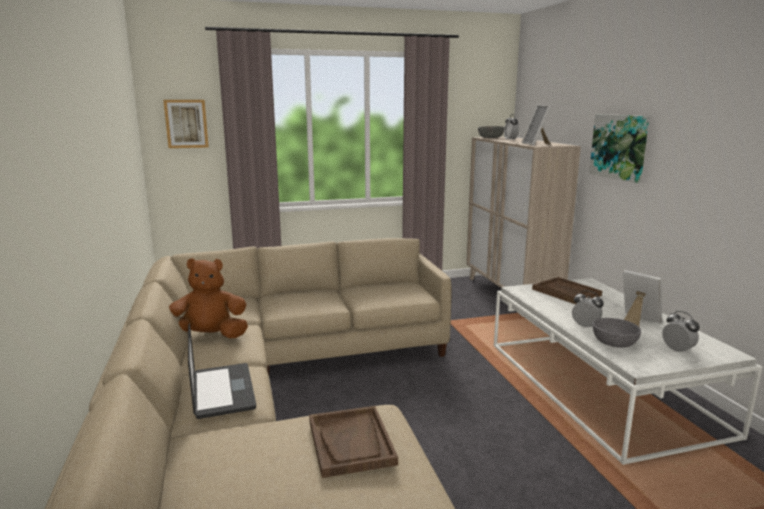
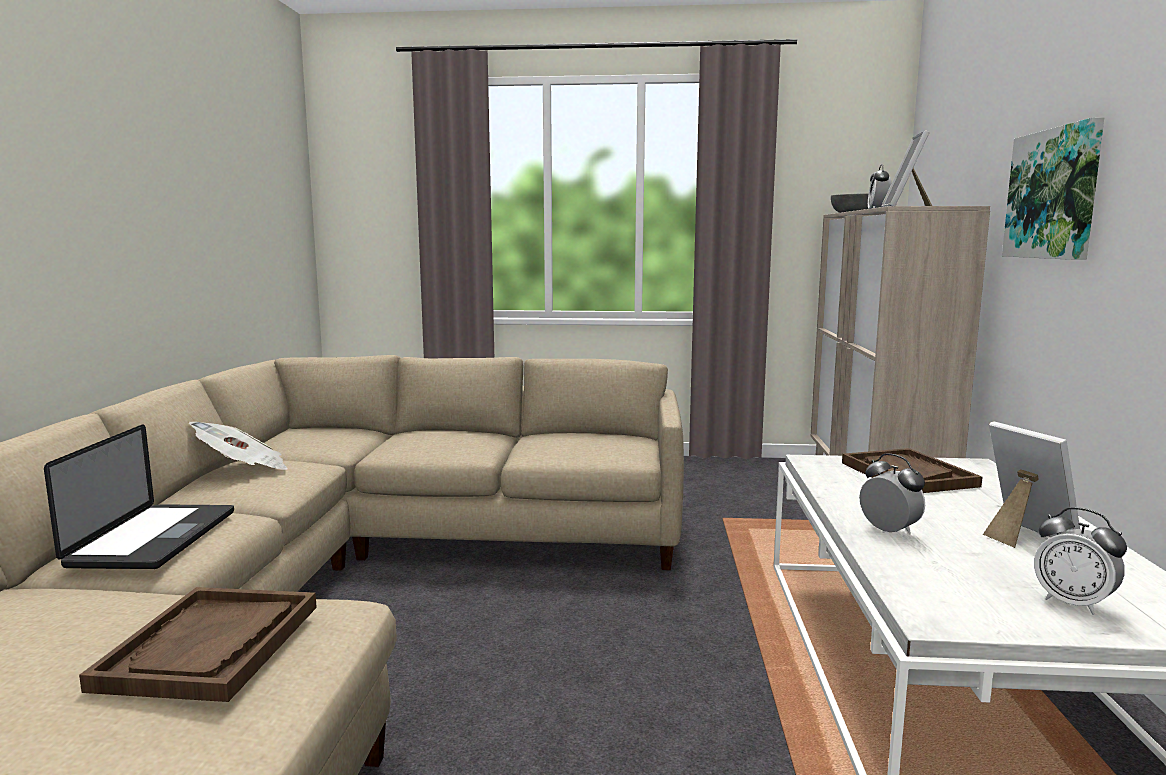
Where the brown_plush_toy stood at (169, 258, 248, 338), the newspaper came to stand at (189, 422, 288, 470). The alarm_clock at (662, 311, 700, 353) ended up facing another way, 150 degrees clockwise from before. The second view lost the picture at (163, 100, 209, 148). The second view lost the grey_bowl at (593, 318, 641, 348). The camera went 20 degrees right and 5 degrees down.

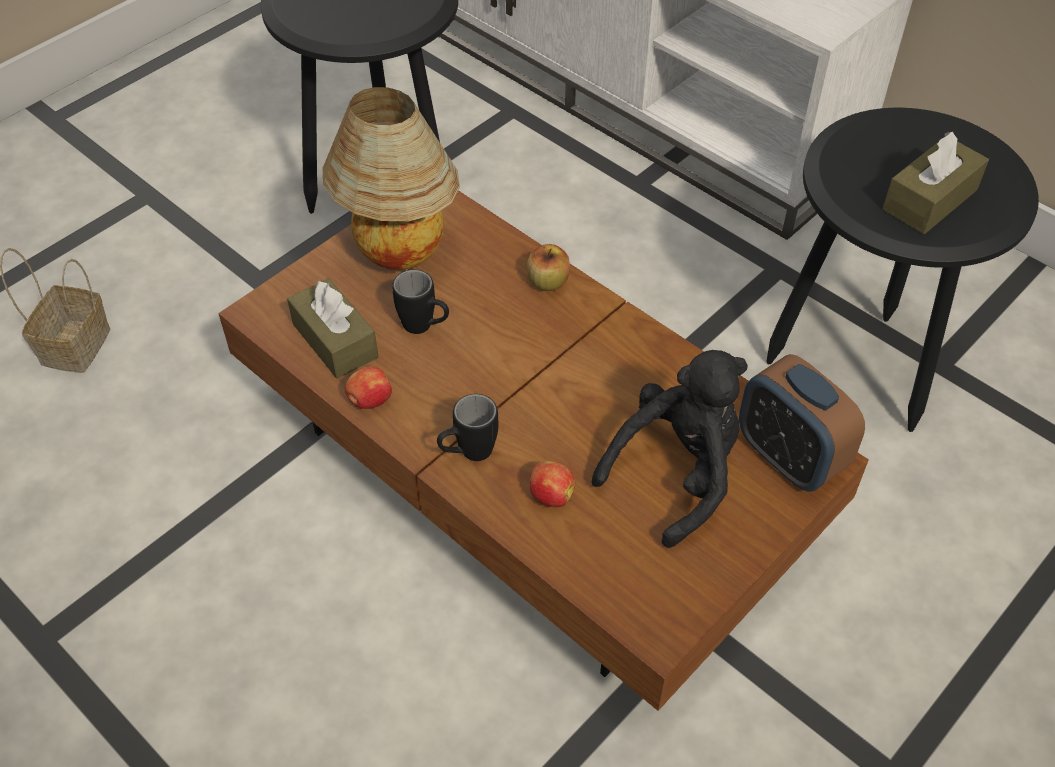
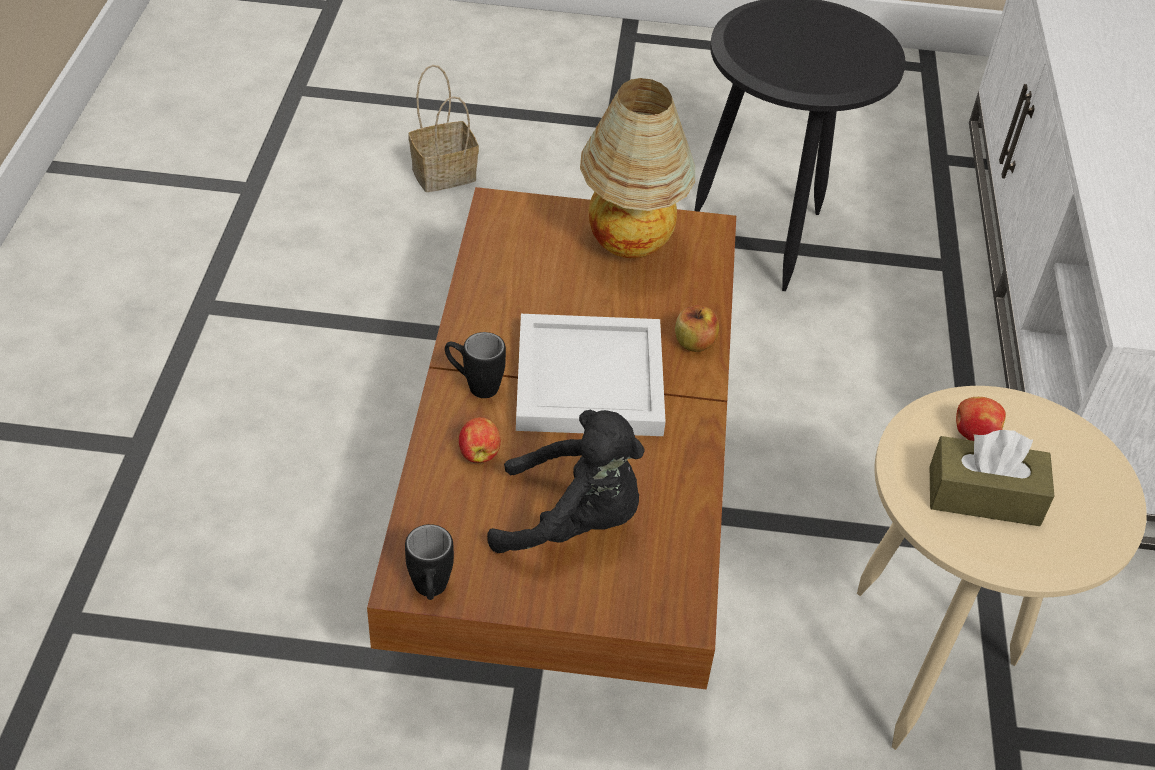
The black_mug ended up elsewhere, having gone from (392, 270, 449, 334) to (405, 524, 454, 600). The second view gained the white_tray at (516, 314, 666, 436). What was the black_side_table at (766, 108, 1039, 432) turned into the beige_side_table at (857, 386, 1147, 750). The apple ended up elsewhere, having gone from (345, 366, 392, 409) to (956, 397, 1006, 441). The second view lost the brown_tissue_box at (287, 278, 379, 379). The second view lost the alarm_clock at (739, 354, 865, 492). The camera went 50 degrees right and 5 degrees down.

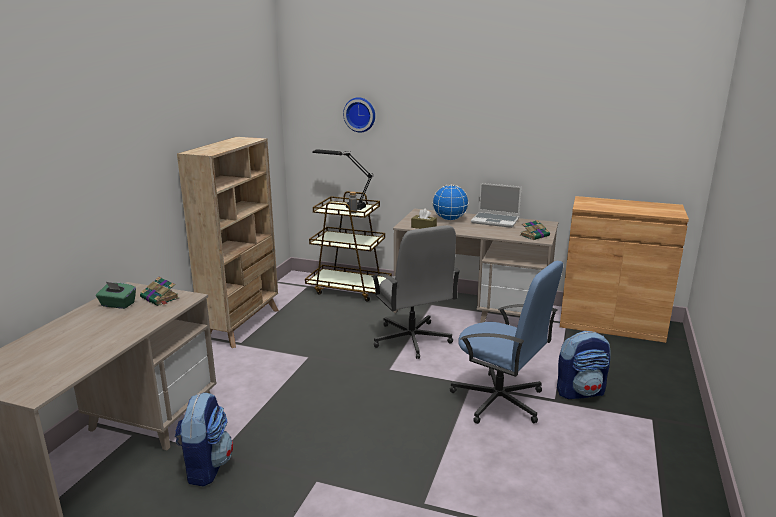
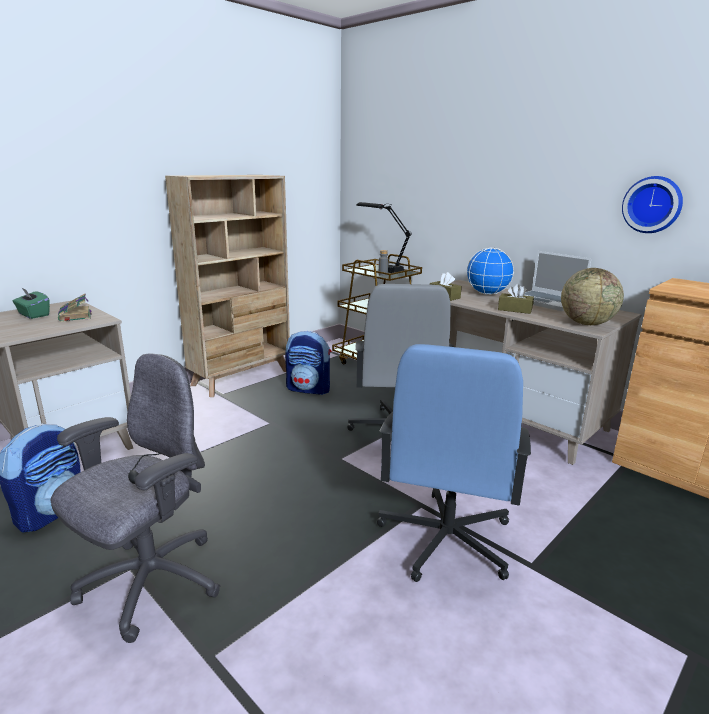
The second view gained the grey_office_chair at (51, 353, 220, 643). The backpack ended up elsewhere, having gone from (557, 331, 610, 399) to (285, 331, 332, 395). The blue_office_chair at (450, 261, 563, 424) ended up facing another way, 45 degrees clockwise from before. The second view gained the brown_tissue_box at (498, 284, 534, 314). Where the book stood at (520, 220, 550, 240), the globe came to stand at (561, 268, 624, 325). The wall_clock ended up elsewhere, having gone from (343, 97, 375, 132) to (622, 176, 683, 233). The camera went 25 degrees right and 0 degrees up.

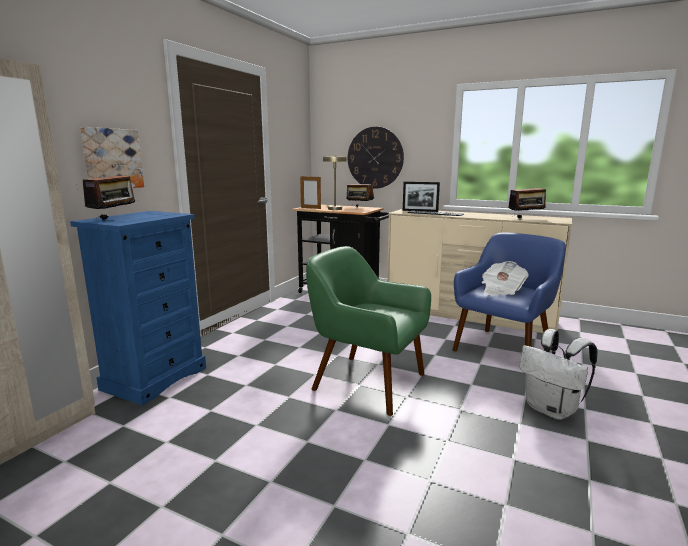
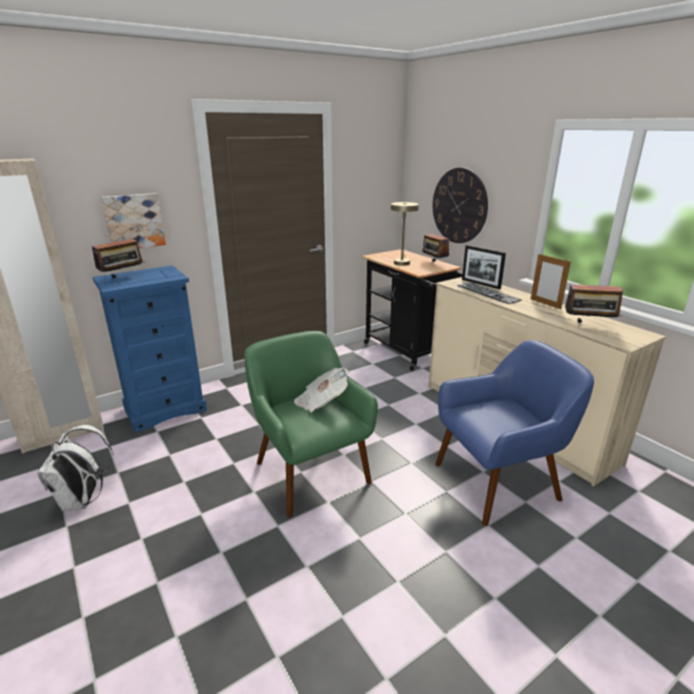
The white_backpack ended up elsewhere, having gone from (519, 329, 597, 420) to (37, 425, 114, 511). The newspaper ended up elsewhere, having gone from (482, 261, 529, 295) to (294, 368, 349, 412). The picture_frame ended up elsewhere, having gone from (300, 175, 321, 209) to (531, 253, 571, 309). The camera went 30 degrees right and 10 degrees up.

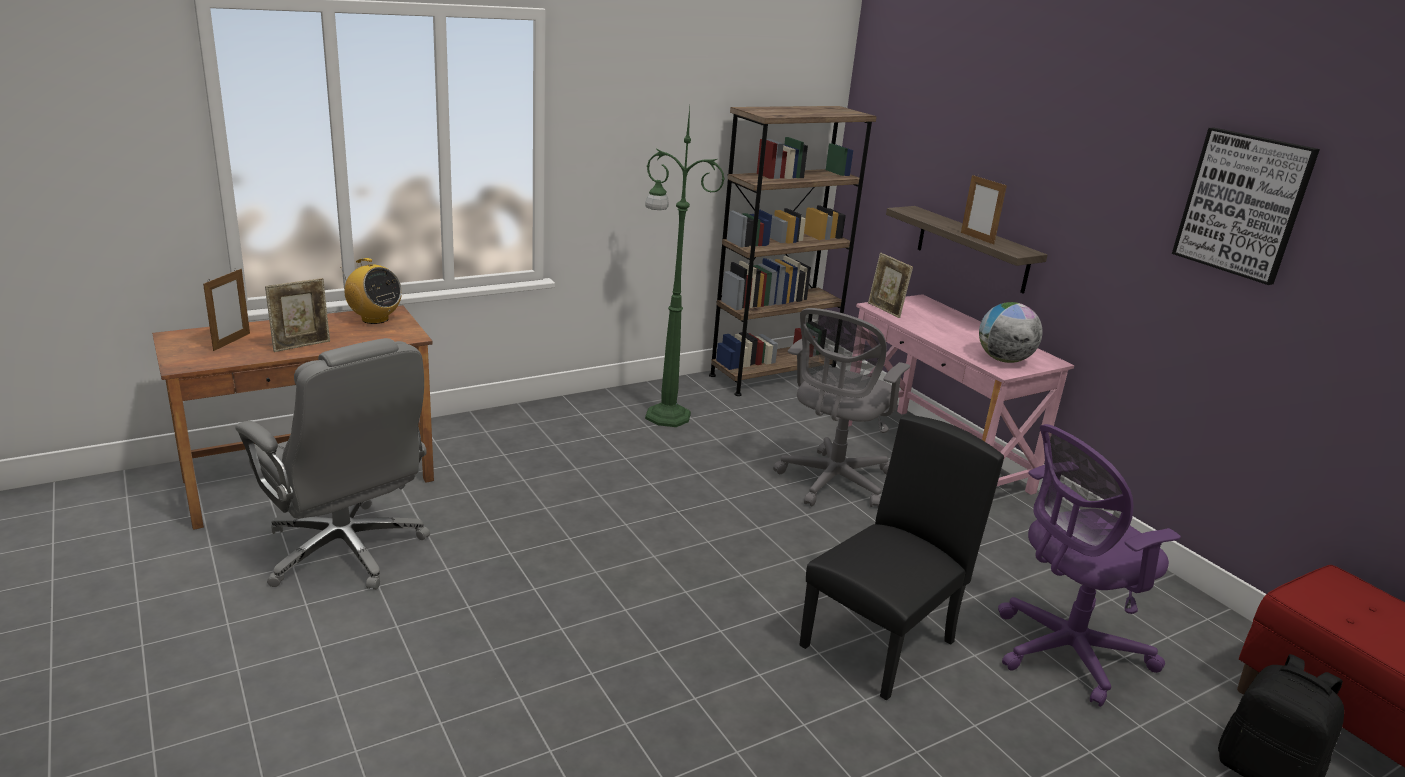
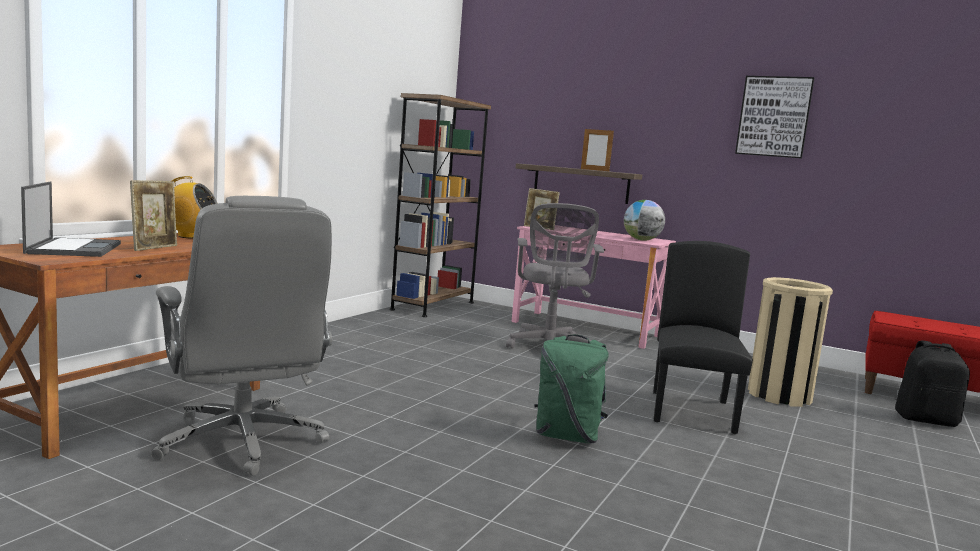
Where the picture_frame stood at (203, 268, 250, 351), the laptop came to stand at (21, 181, 121, 257). The grey_office_chair at (235, 338, 430, 590) ended up facing another way, 45 degrees clockwise from before. The second view gained the green_backpack at (534, 334, 609, 443). Where the purple_office_chair stood at (998, 424, 1181, 707), the beige_trash_can came to stand at (748, 277, 833, 407). The second view lost the green_floor_lamp at (645, 107, 725, 427). The camera went 30 degrees left and 15 degrees down.

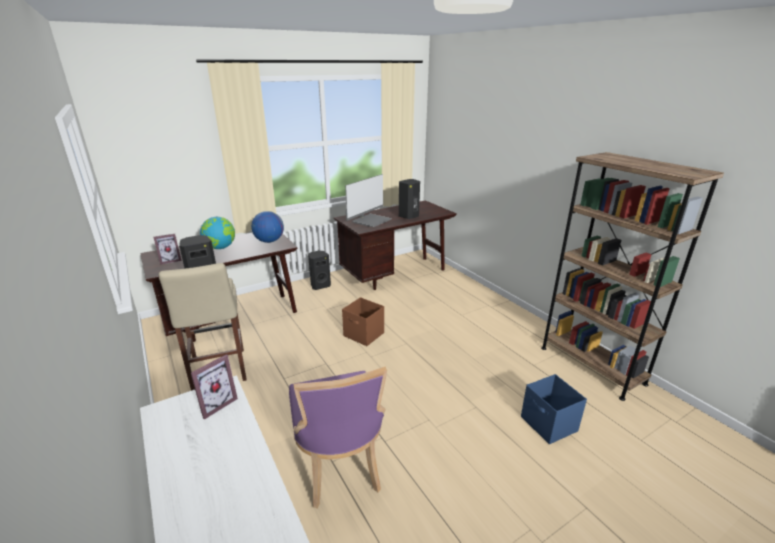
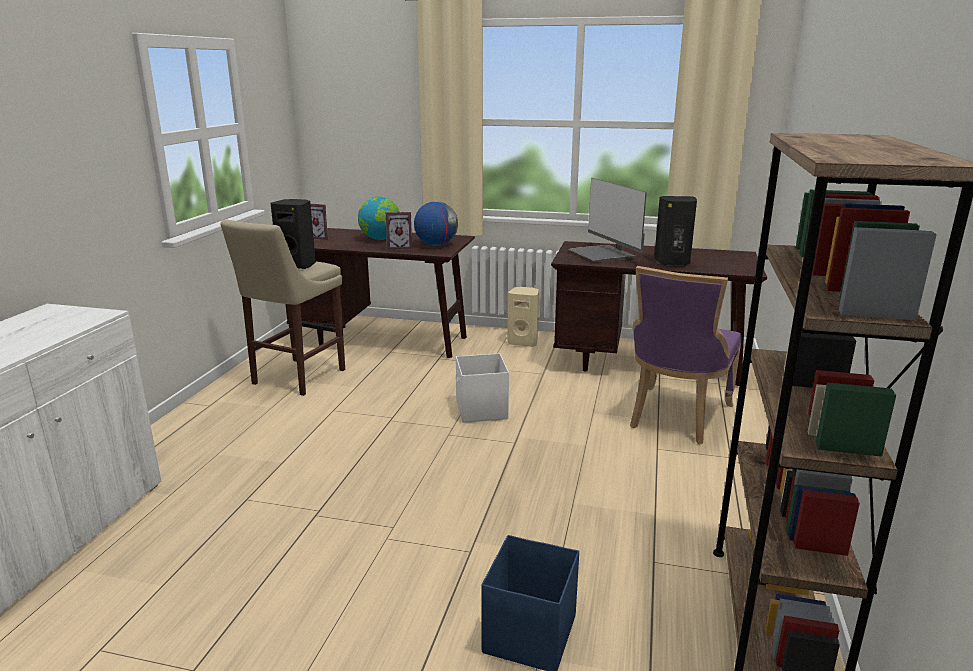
The picture_frame ended up elsewhere, having gone from (191, 354, 238, 420) to (386, 212, 412, 250). What was the brown_storage_box at (342, 297, 384, 346) turned into the white_storage_box at (456, 353, 509, 423). What was the black_speaker at (308, 251, 331, 290) turned into the beige_speaker at (507, 287, 539, 347). The monitor at (345, 174, 391, 227) ended up facing another way, 75 degrees clockwise from before. The purple_chair ended up elsewhere, having gone from (289, 367, 387, 509) to (630, 266, 741, 444). The camera went 45 degrees right and 5 degrees down.

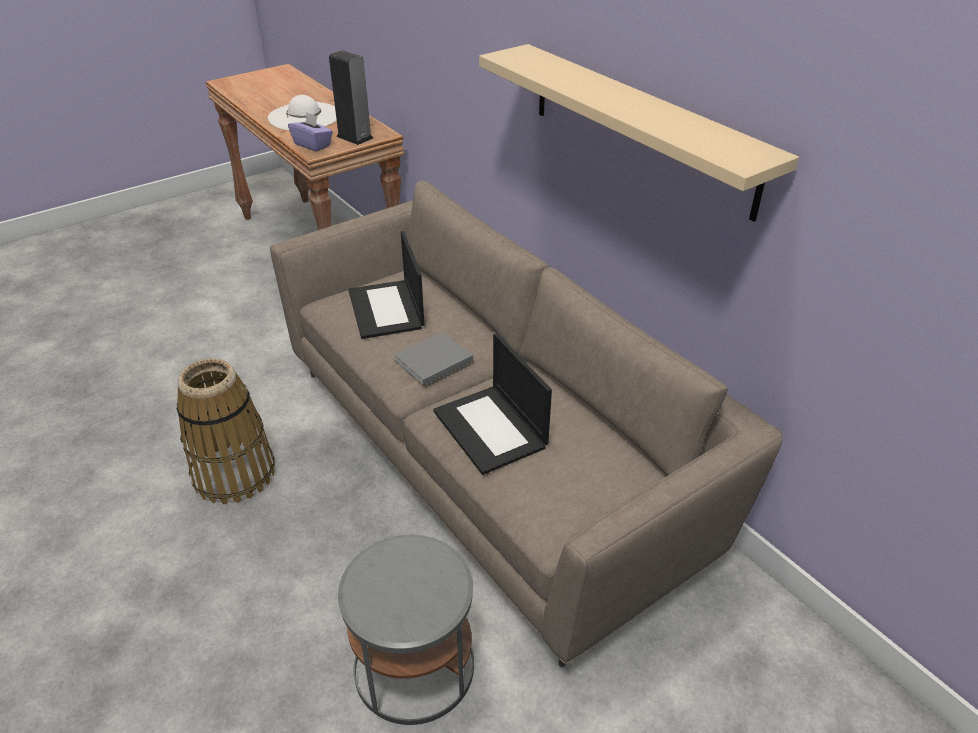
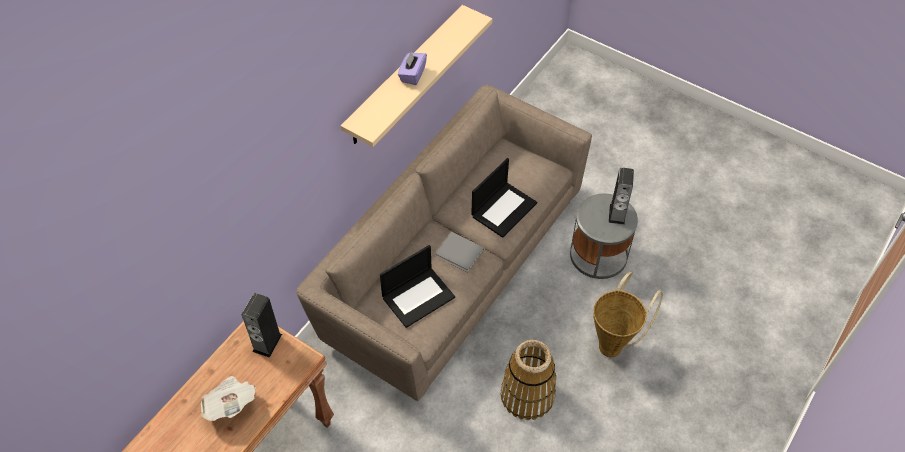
Where the white_hat stood at (268, 95, 337, 130), the newspaper came to stand at (201, 376, 256, 421). The purple_tissue_box ended up elsewhere, having gone from (288, 112, 333, 151) to (398, 51, 427, 85). The second view gained the basket at (593, 272, 663, 357). The second view gained the speaker at (609, 167, 634, 225). The camera went 110 degrees left and 15 degrees up.

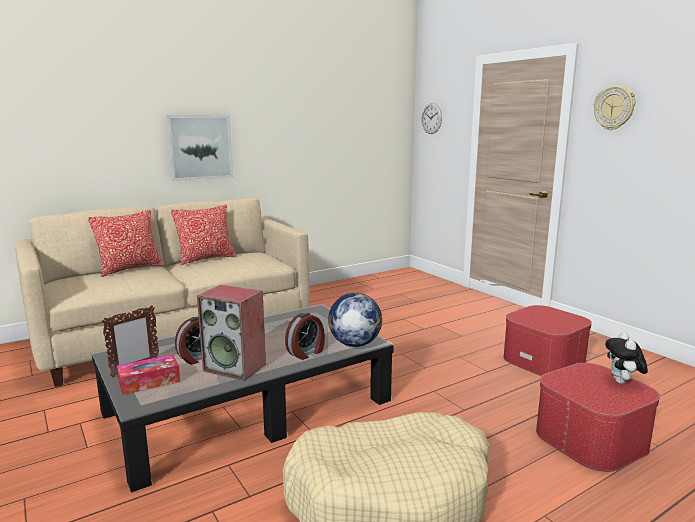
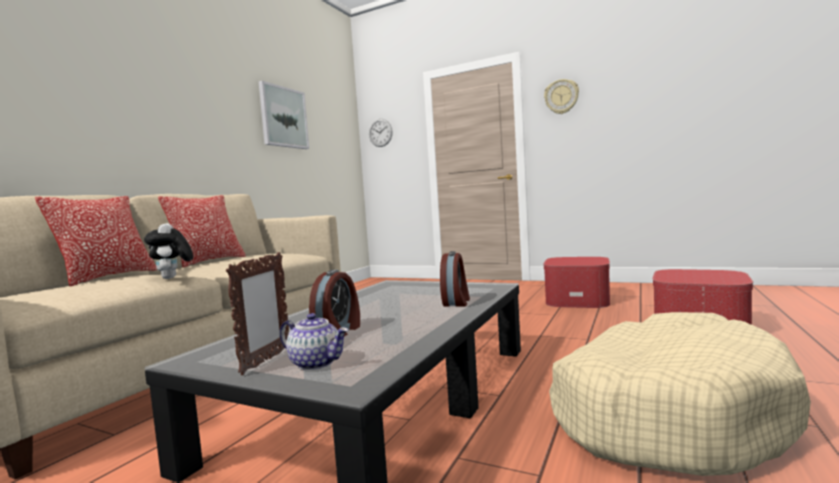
The plush_toy ended up elsewhere, having gone from (605, 332, 648, 384) to (144, 223, 193, 279). The picture ended up elsewhere, having gone from (166, 115, 233, 181) to (259, 81, 309, 149). Where the tissue_box stood at (117, 354, 180, 395), the teapot came to stand at (280, 313, 348, 370). The second view lost the speaker at (197, 285, 266, 381). The second view lost the globe at (328, 293, 382, 347). The camera went 30 degrees left and 10 degrees down.

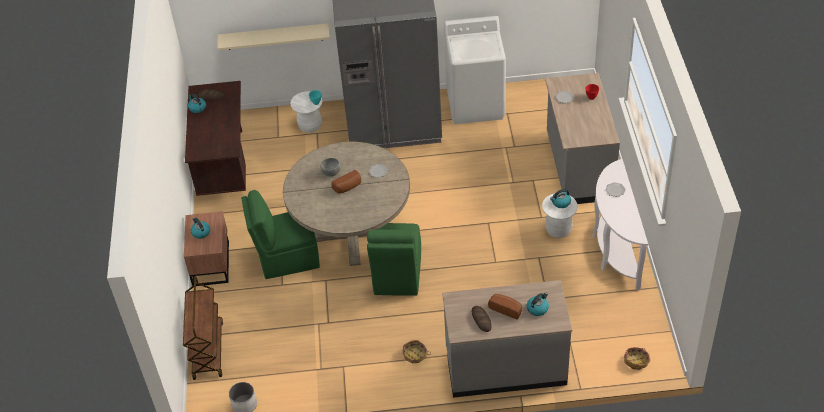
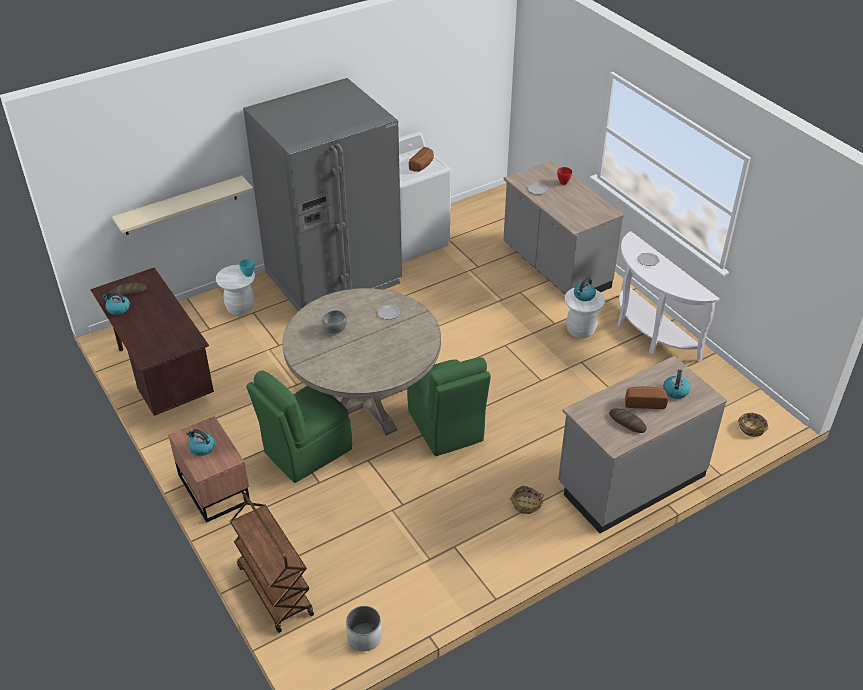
The bread ended up elsewhere, having gone from (331, 170, 361, 194) to (409, 147, 434, 172). The camera went 30 degrees left and 5 degrees down.

